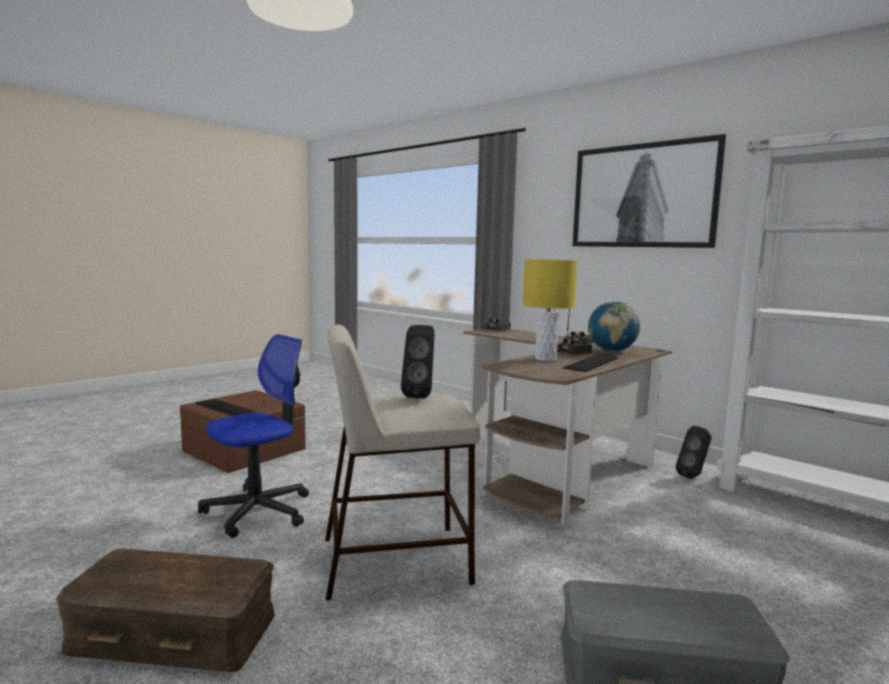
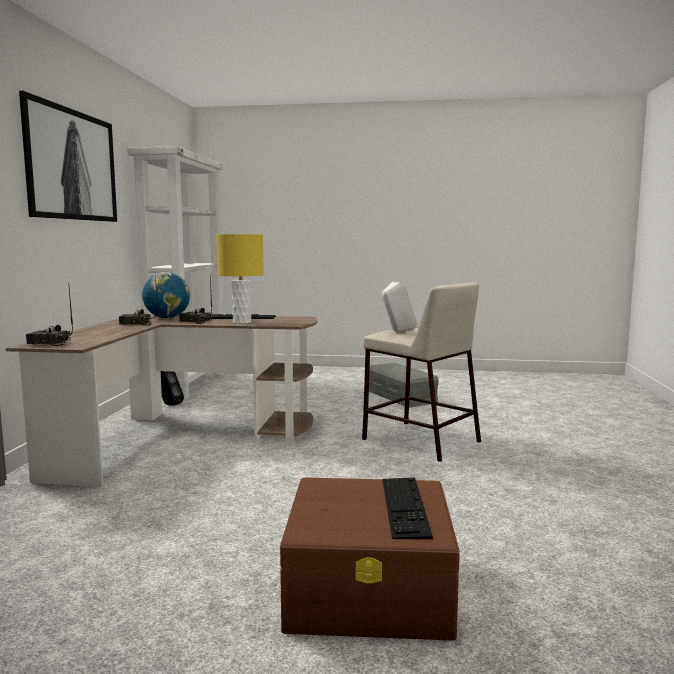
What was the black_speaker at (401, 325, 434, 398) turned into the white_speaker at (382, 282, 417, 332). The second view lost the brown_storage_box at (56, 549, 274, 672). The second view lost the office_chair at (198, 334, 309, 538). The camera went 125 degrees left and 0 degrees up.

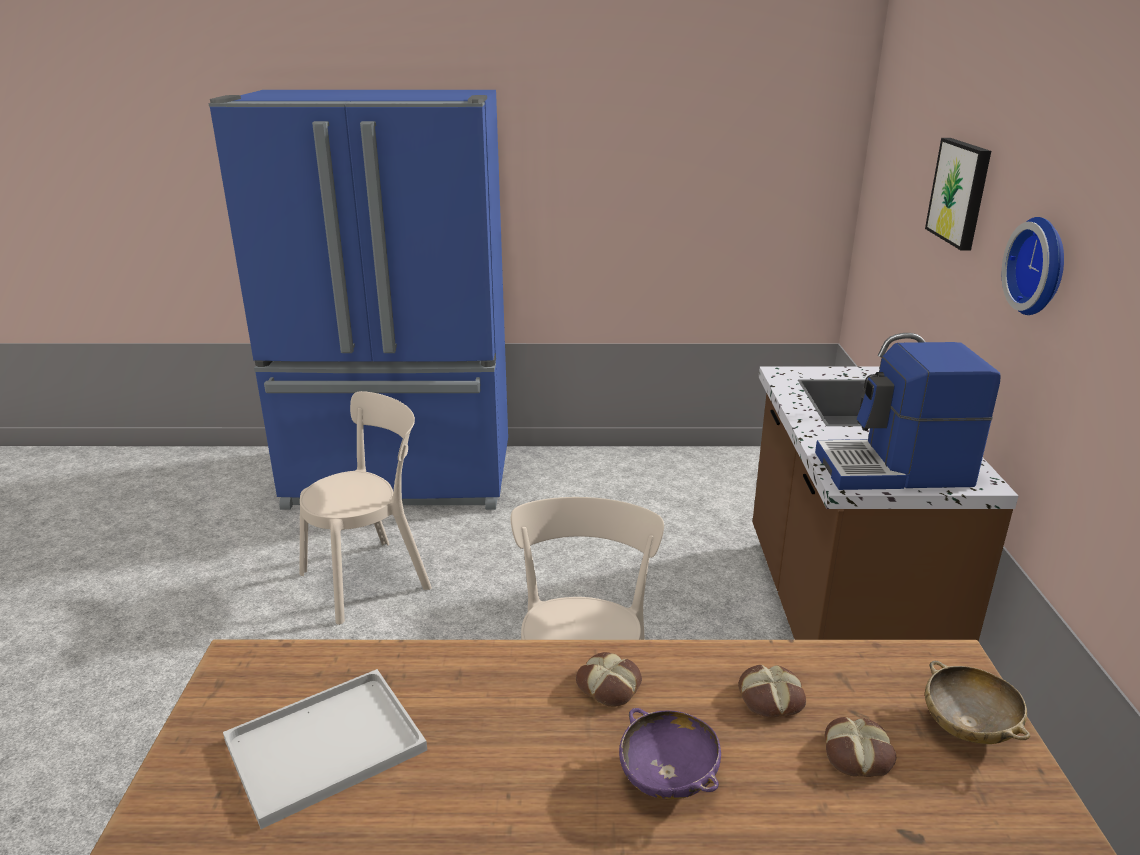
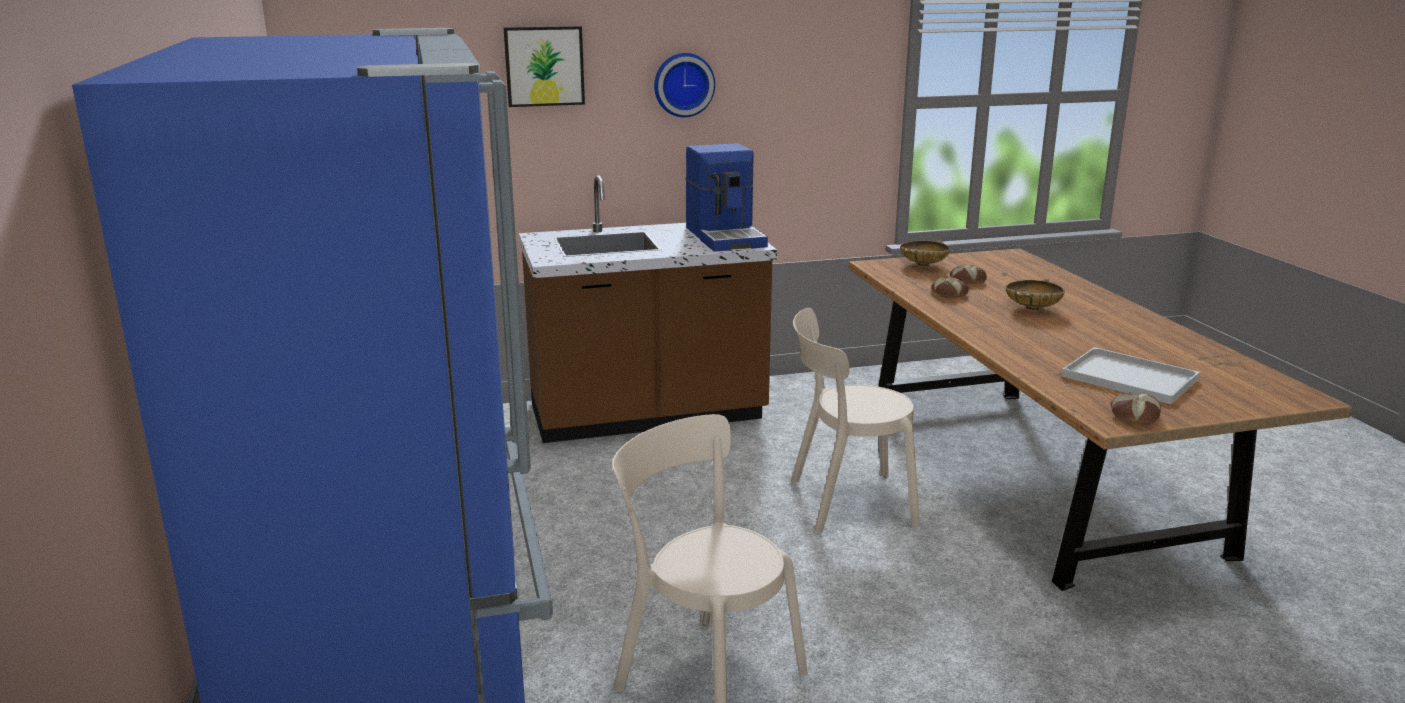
What was the purple_bowl at (619, 708, 721, 799) turned into the beige_bowl at (1006, 279, 1065, 310). The bread ended up elsewhere, having gone from (576, 652, 642, 707) to (1110, 392, 1161, 424). The camera went 105 degrees left and 5 degrees down.

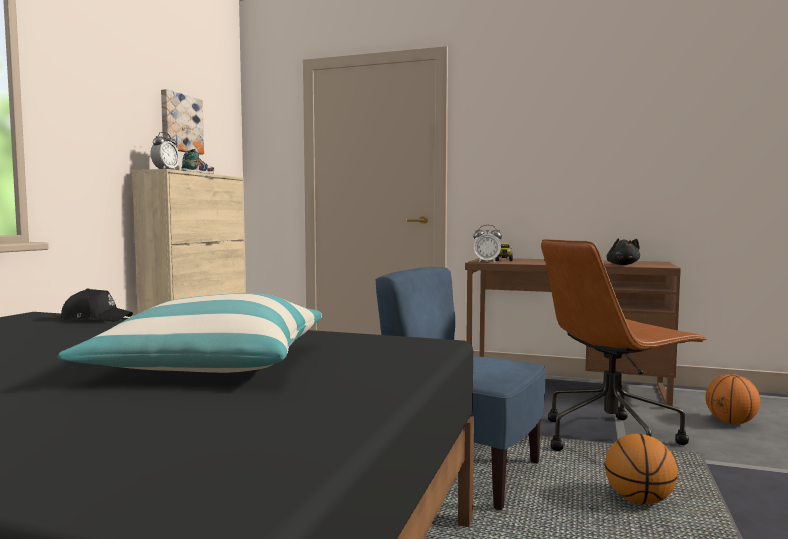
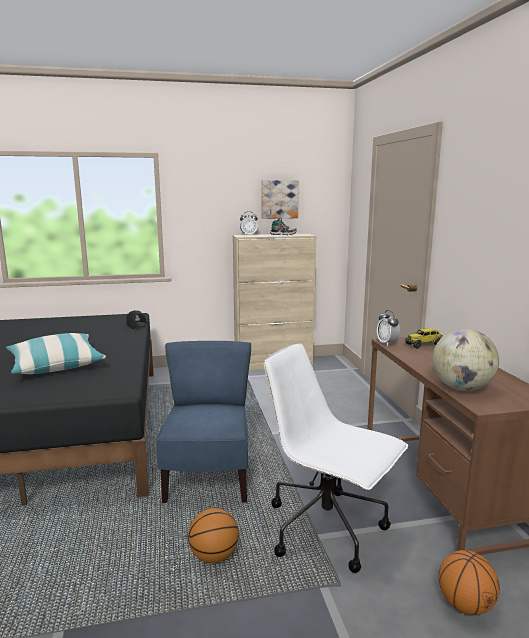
What was the brown_office_chair at (541, 239, 707, 451) turned into the white_office_chair at (264, 344, 408, 573). Where the black_plush_toy stood at (606, 238, 640, 265), the globe came to stand at (432, 329, 499, 391). The camera went 60 degrees right and 10 degrees up.

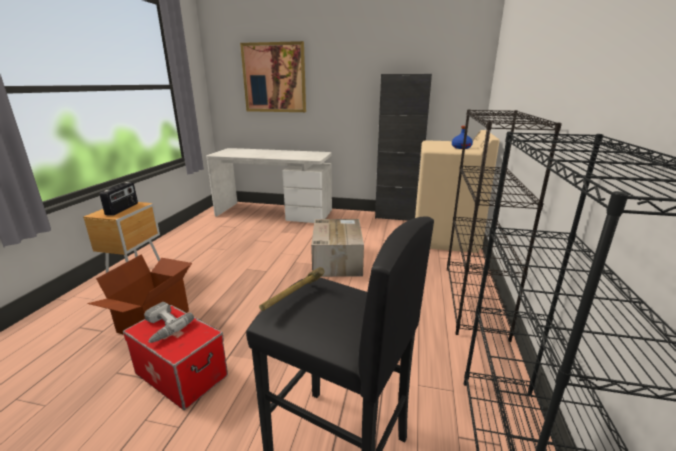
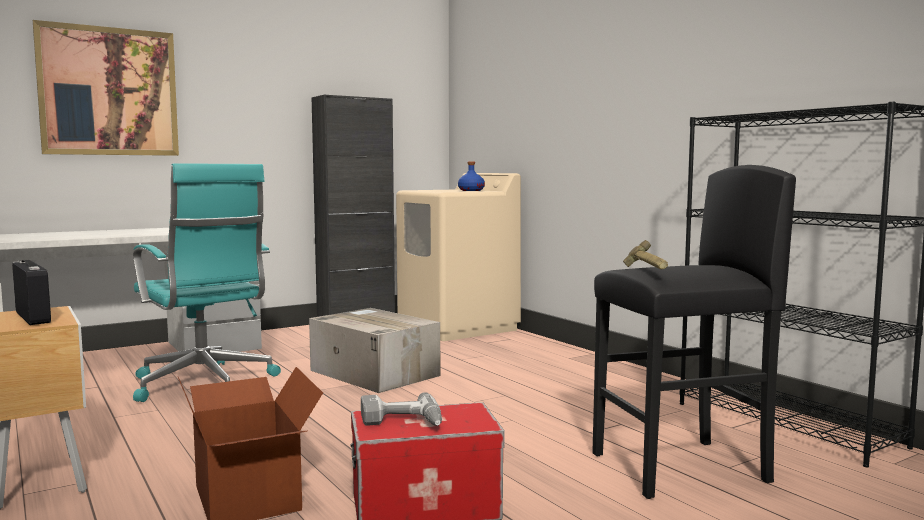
The second view gained the turquoise_office_chair at (133, 163, 281, 402). The second view lost the black_bookcase at (447, 109, 562, 342). The camera went 45 degrees left and 15 degrees down.

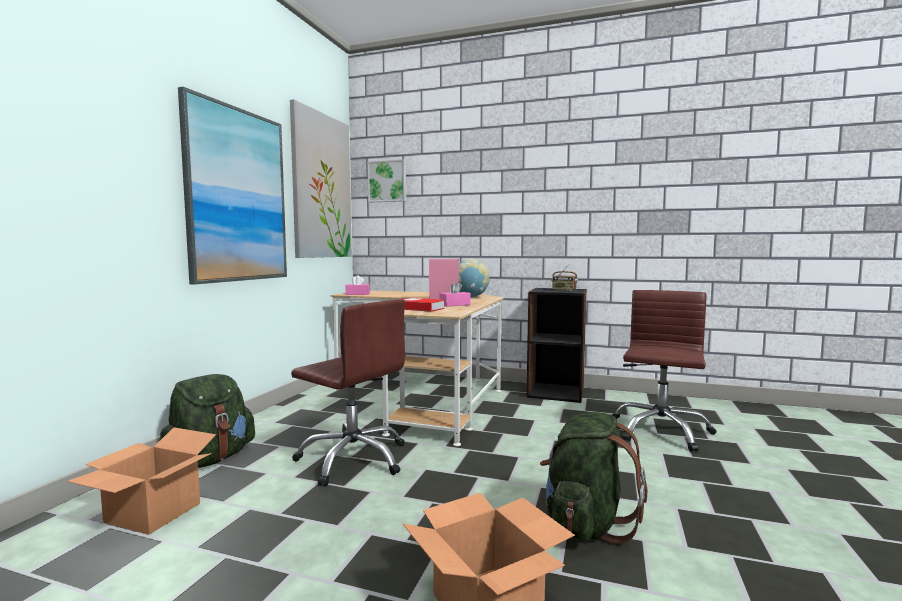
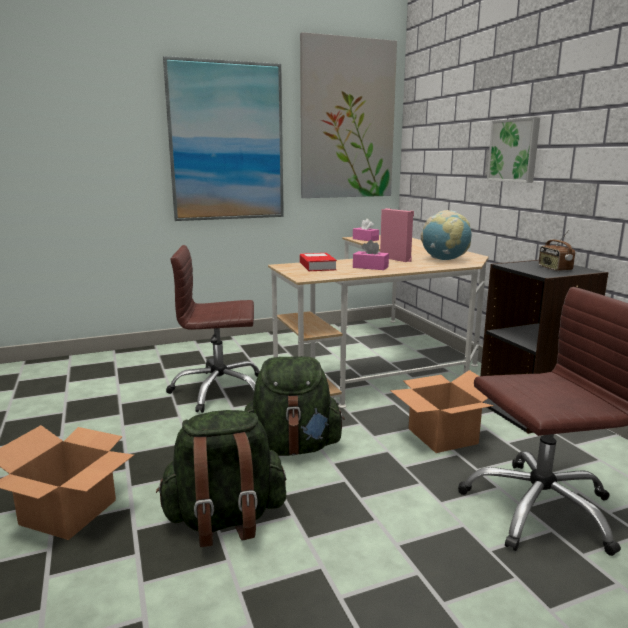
The brown_office_chair at (291, 299, 405, 486) ended up facing another way, 90 degrees clockwise from before. The green_backpack ended up elsewhere, having gone from (159, 374, 255, 468) to (245, 356, 345, 456). The cardboard_box ended up elsewhere, having gone from (67, 427, 216, 535) to (390, 370, 494, 453). The picture ended up elsewhere, having gone from (368, 159, 406, 202) to (487, 117, 540, 183). The camera went 50 degrees right and 10 degrees up.

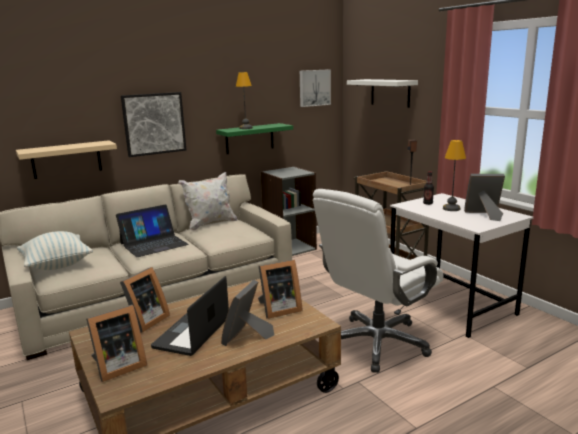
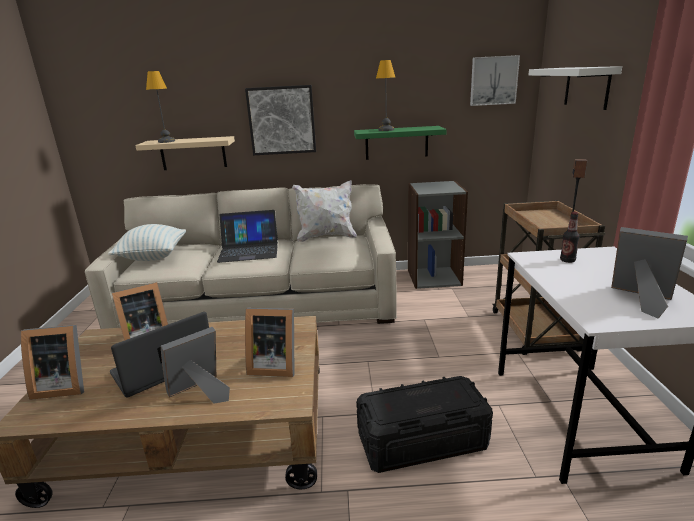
The table_lamp ended up elsewhere, having gone from (443, 140, 466, 211) to (146, 71, 175, 143). Where the white_office_chair stood at (313, 189, 443, 373), the black_storage_box came to stand at (356, 376, 493, 473). The camera went 30 degrees right and 5 degrees up.

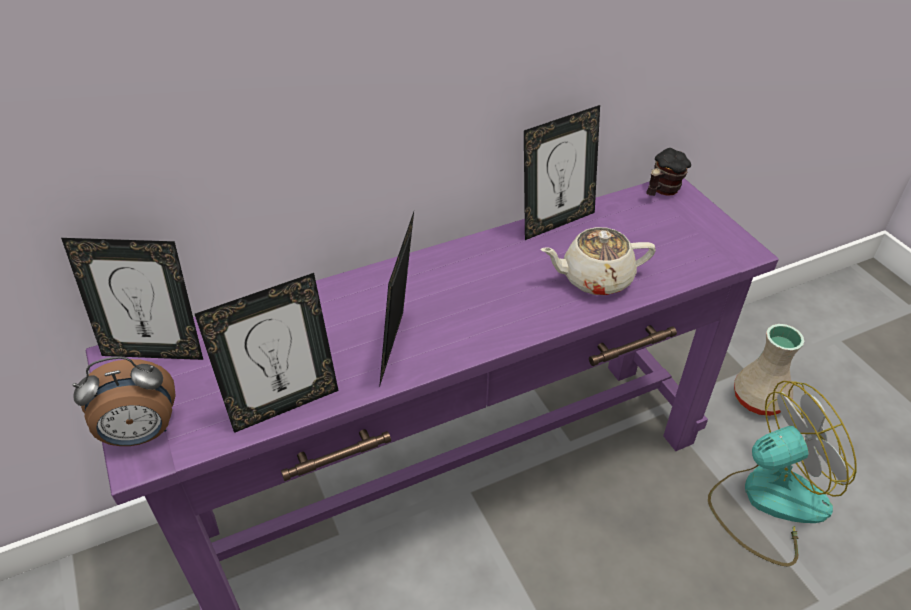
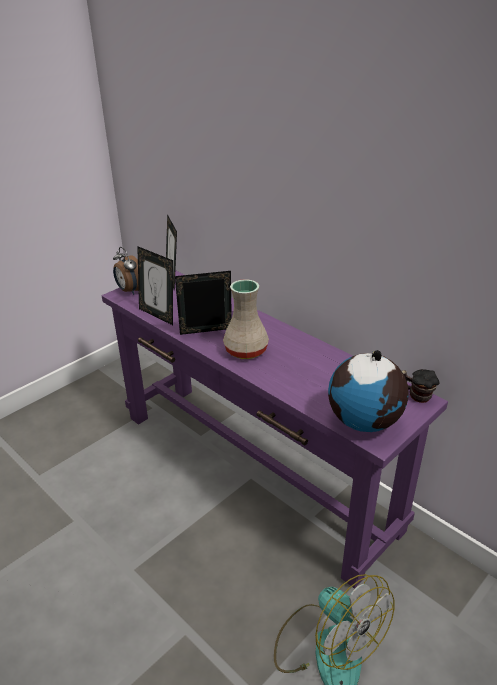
The beige_vase ended up elsewhere, having gone from (734, 324, 804, 416) to (223, 279, 269, 359). The second view gained the globe at (328, 350, 408, 432). The second view lost the picture_frame at (524, 105, 600, 240). The second view lost the beige_teapot at (540, 227, 656, 295). The camera went 70 degrees right and 10 degrees down.

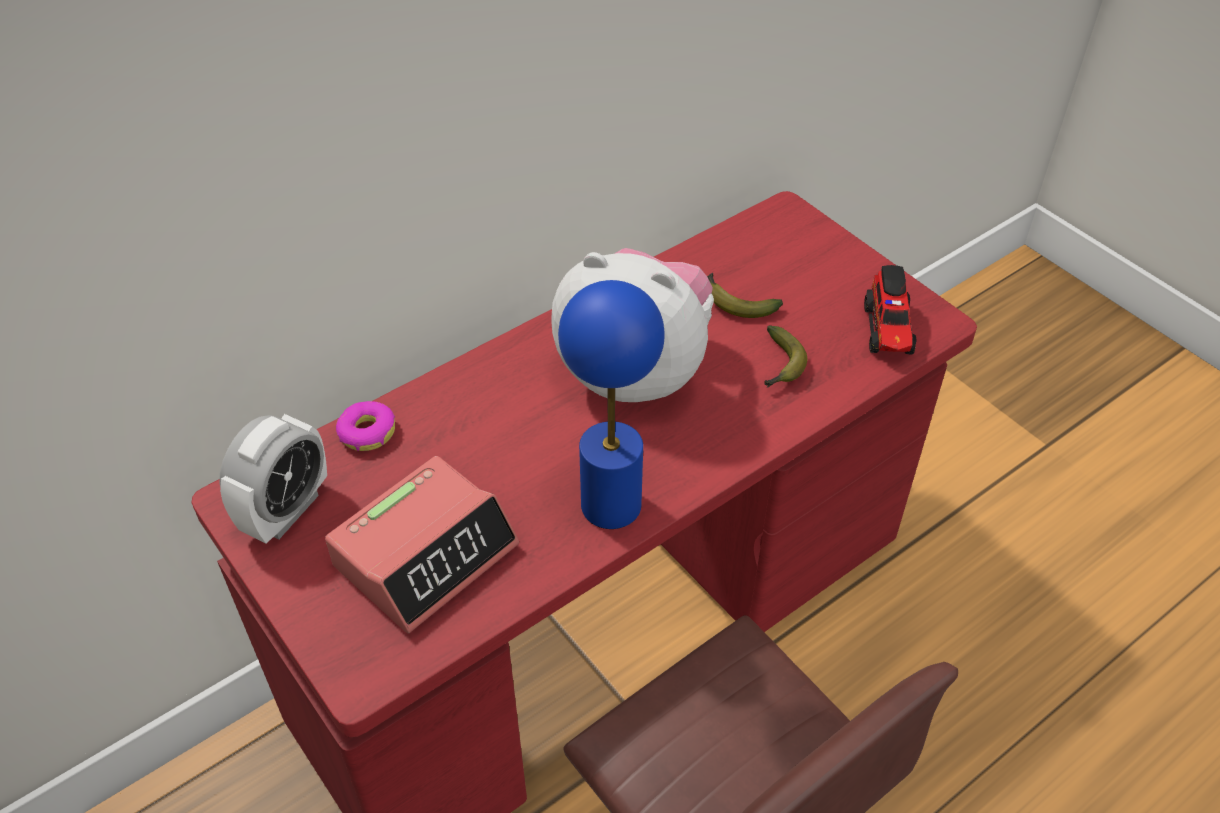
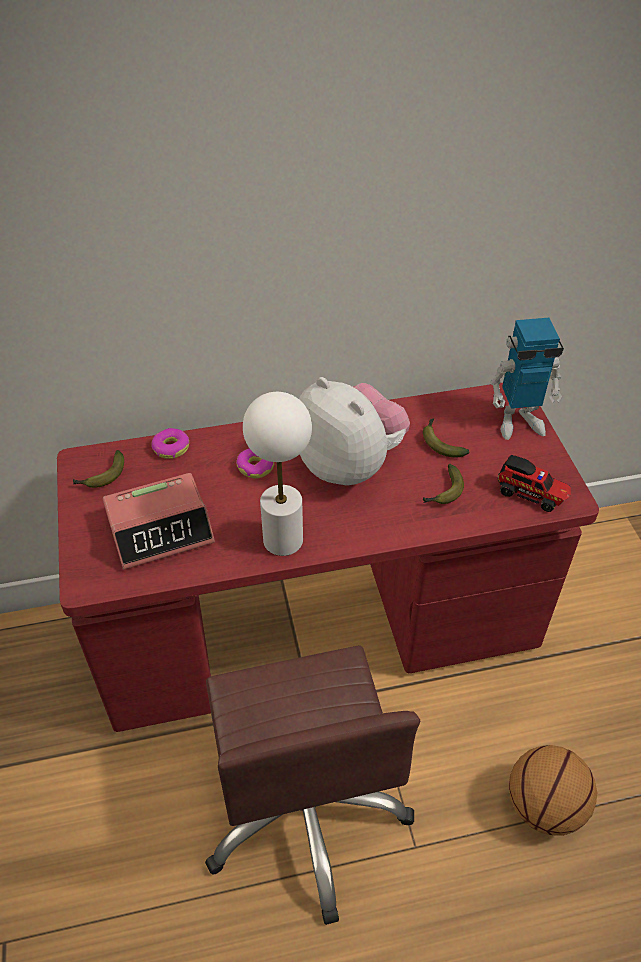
Where the alarm_clock stood at (219, 414, 327, 543), the banana came to stand at (73, 450, 124, 488). The second view gained the donut at (236, 448, 274, 478). What was the blue_table_lamp at (558, 280, 665, 529) turned into the white_table_lamp at (243, 392, 312, 556). The second view gained the toy_robot at (490, 318, 564, 440). The toy_truck at (864, 265, 917, 354) ended up facing another way, 90 degrees counterclockwise from before. The second view gained the basketball at (509, 745, 597, 836). The camera went 25 degrees right and 0 degrees up.

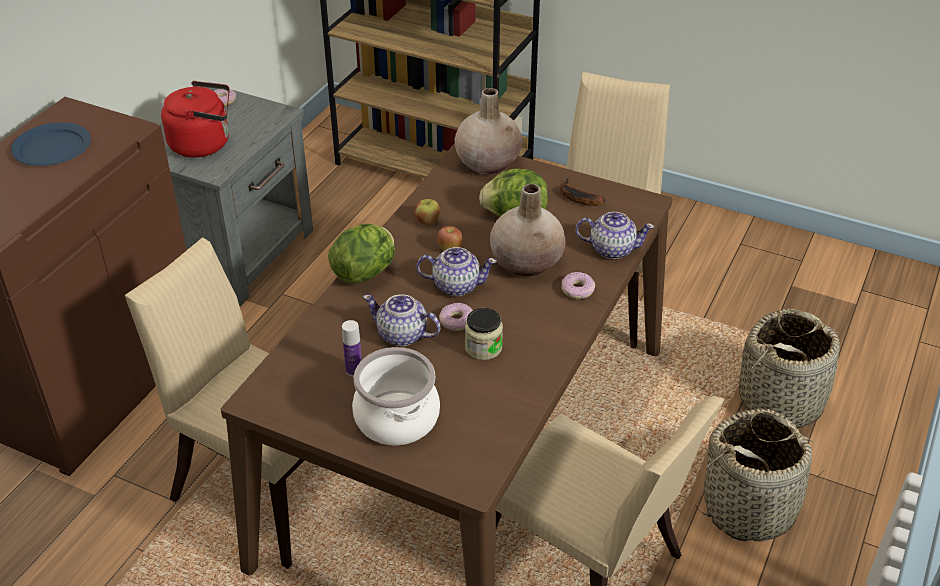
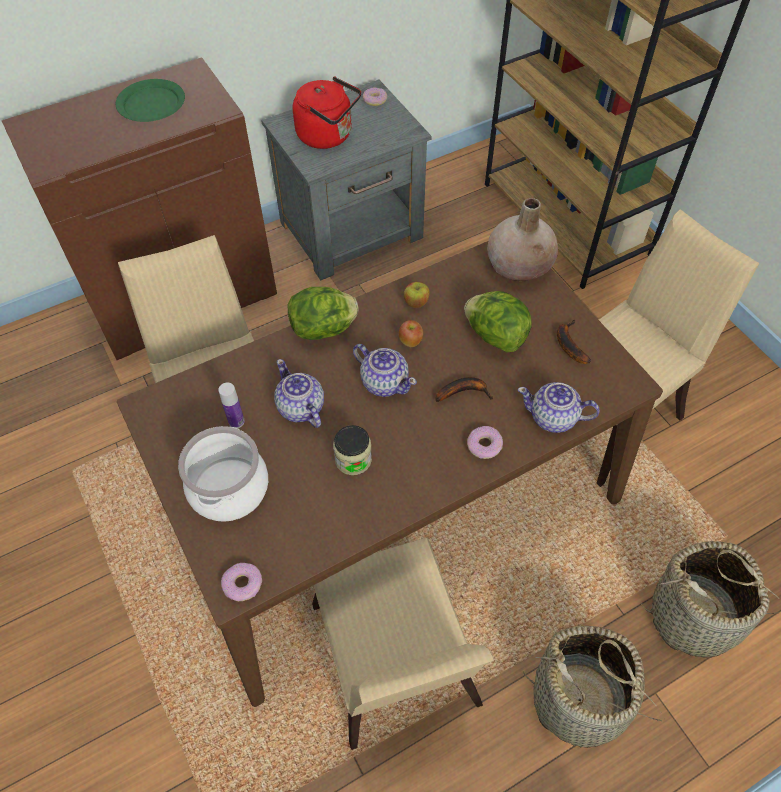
What was the blue_plate at (11, 122, 91, 166) turned into the green_plate at (115, 79, 185, 122). The donut ended up elsewhere, having gone from (439, 303, 473, 331) to (221, 563, 262, 601). Where the beige_vase stood at (490, 184, 565, 276), the banana came to stand at (435, 377, 493, 402). The teapot at (576, 212, 654, 259) ended up facing another way, 150 degrees clockwise from before. The camera went 35 degrees right and 15 degrees up.

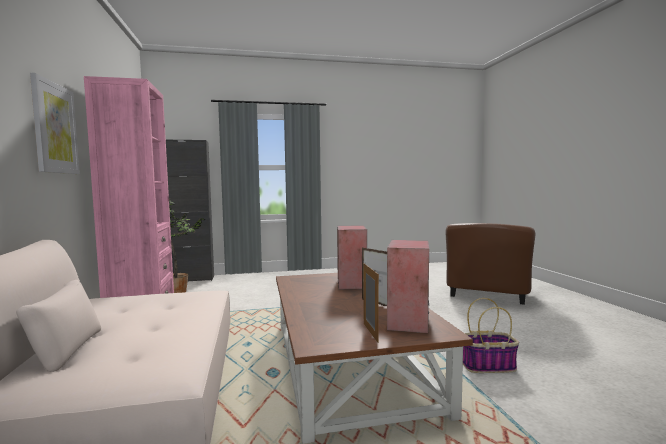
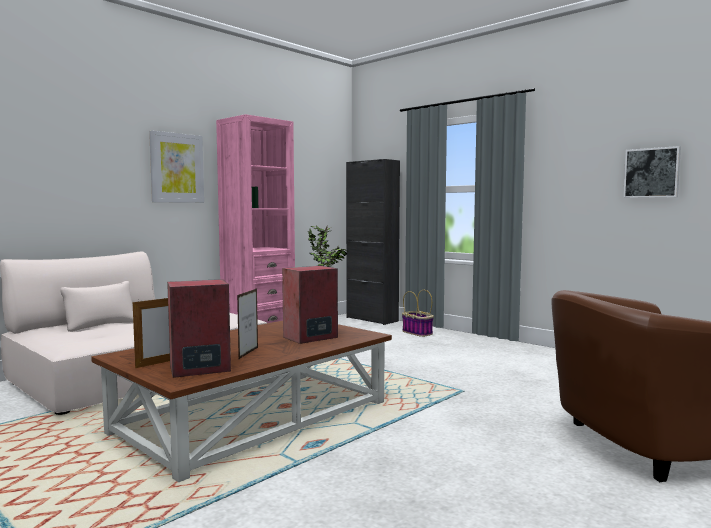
The basket ended up elsewhere, having gone from (463, 298, 519, 373) to (402, 290, 434, 337). The second view gained the picture at (623, 146, 681, 198). The camera went 55 degrees right and 0 degrees up.

